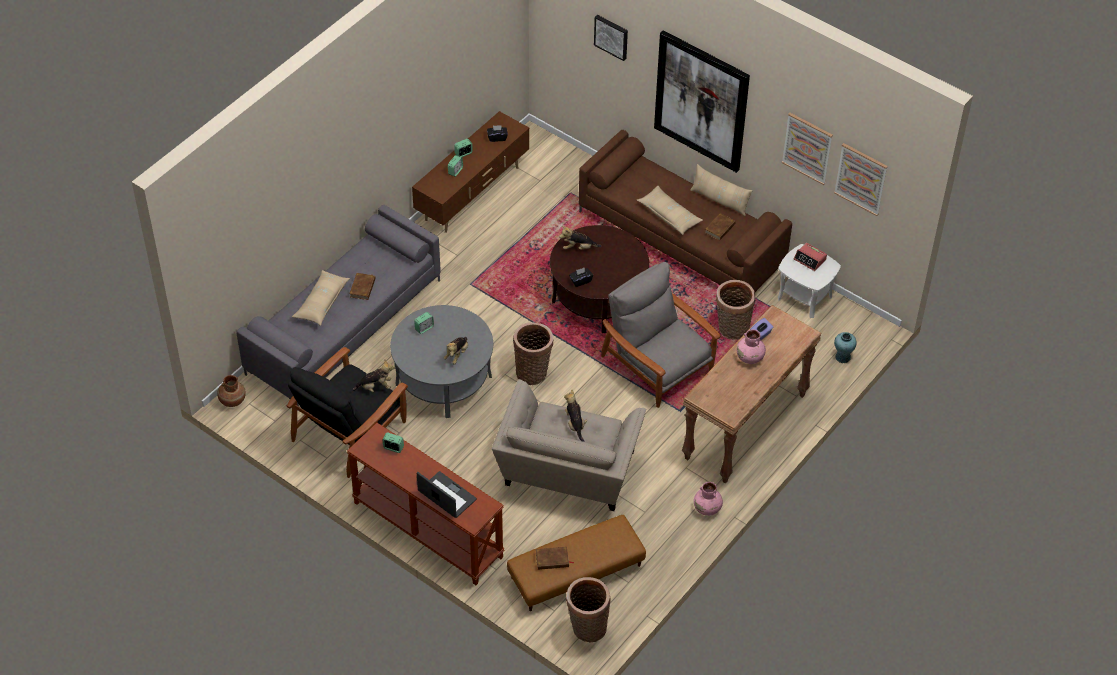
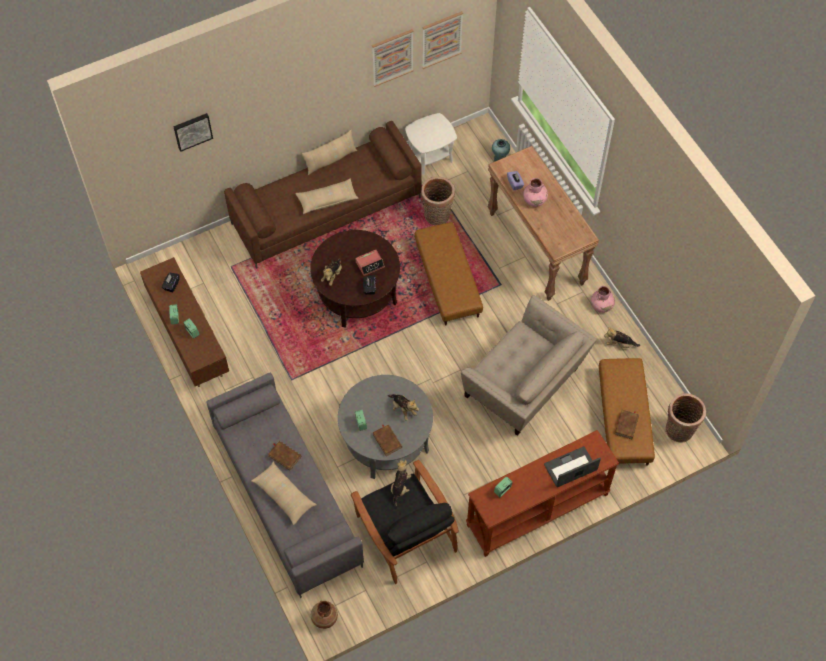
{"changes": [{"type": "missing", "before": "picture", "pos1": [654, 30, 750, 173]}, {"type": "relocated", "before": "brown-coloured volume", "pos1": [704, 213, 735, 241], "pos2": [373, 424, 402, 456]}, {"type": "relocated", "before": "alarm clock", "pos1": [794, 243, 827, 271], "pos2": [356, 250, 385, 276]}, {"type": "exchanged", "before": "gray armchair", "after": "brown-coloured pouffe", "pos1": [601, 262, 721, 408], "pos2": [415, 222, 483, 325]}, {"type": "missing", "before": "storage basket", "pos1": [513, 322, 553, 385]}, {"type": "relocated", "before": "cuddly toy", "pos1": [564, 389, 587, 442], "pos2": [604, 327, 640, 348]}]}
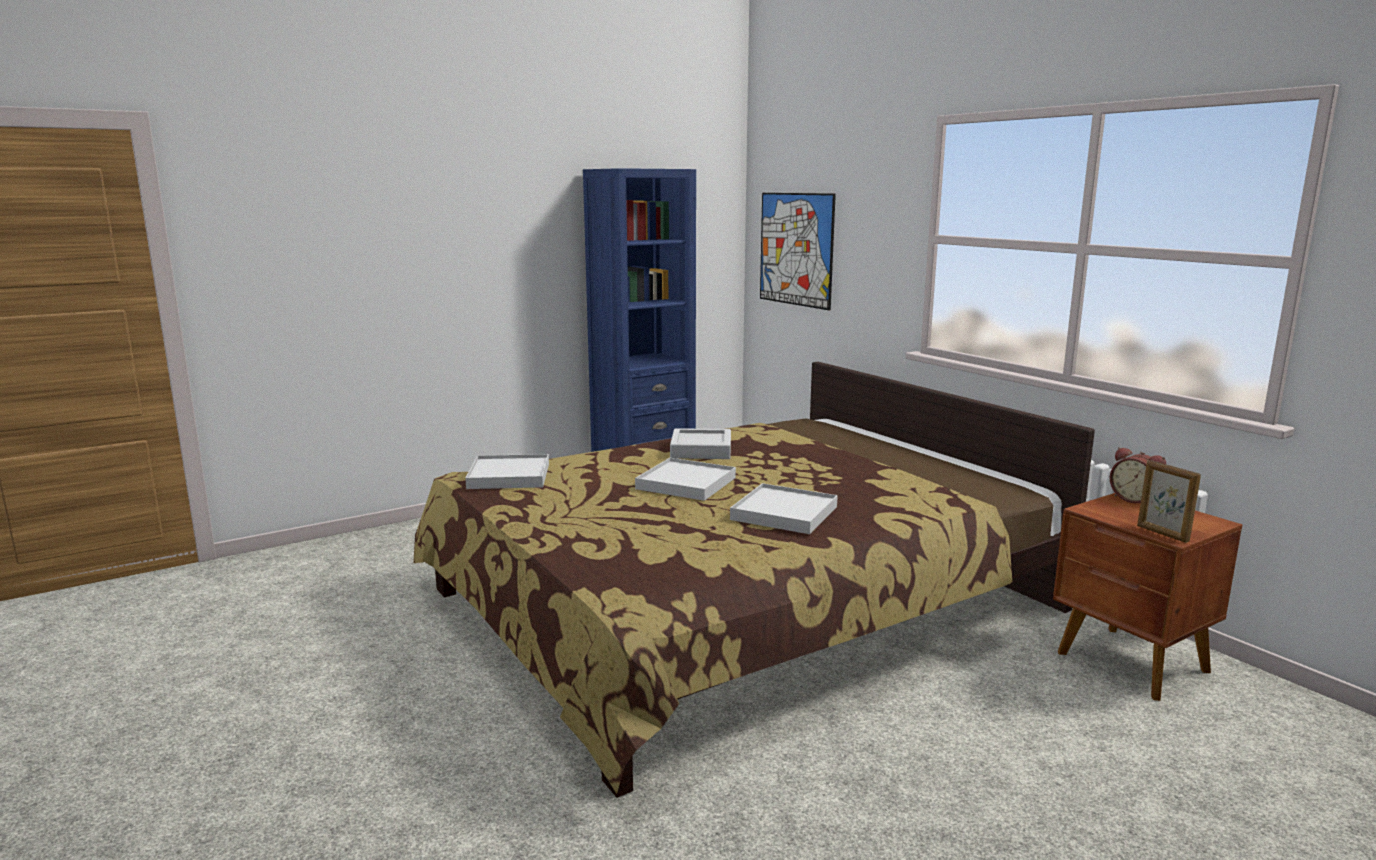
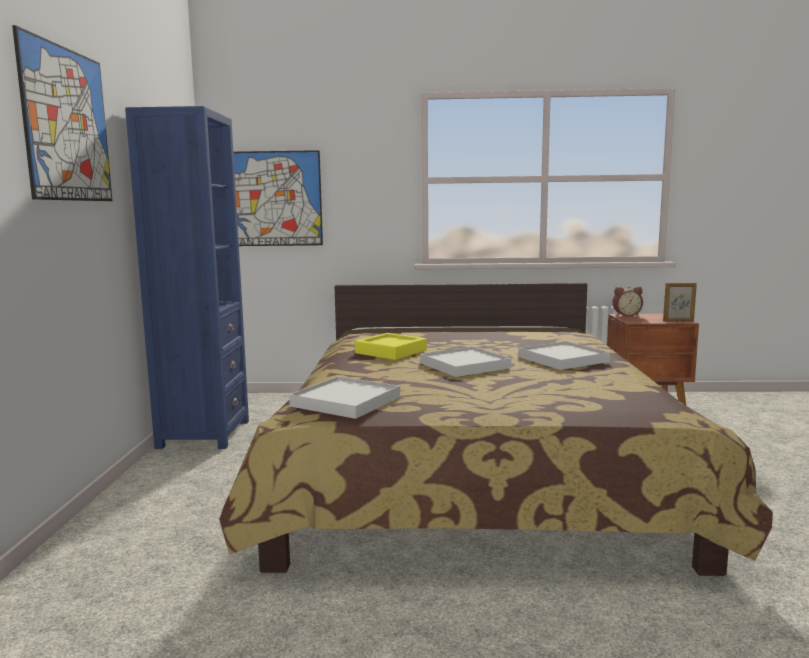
{"changes": [{"type": "colour", "before": "gray serving tray", "after": "yellow serving tray", "pos1": [670, 428, 731, 459], "pos2": [355, 333, 427, 360]}, {"type": "appeared", "after": "picture", "pos2": [12, 25, 112, 201]}]}
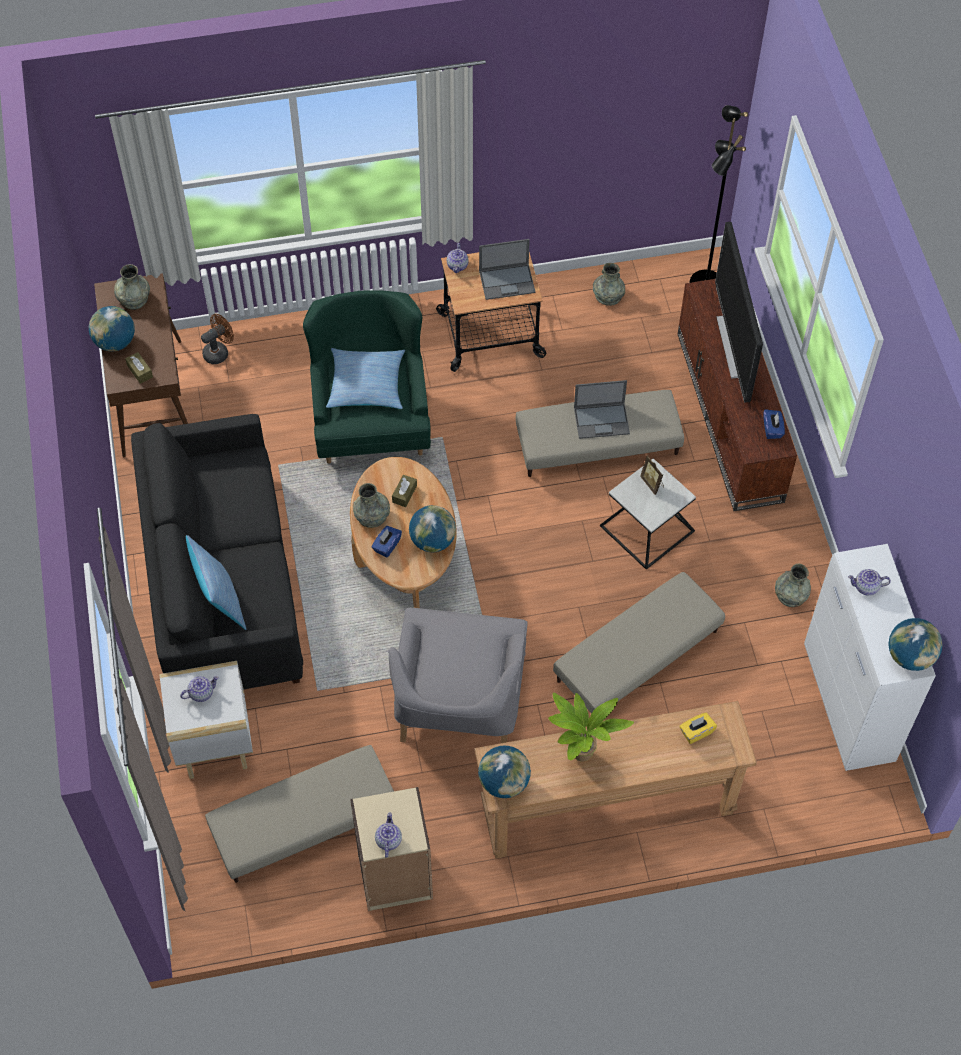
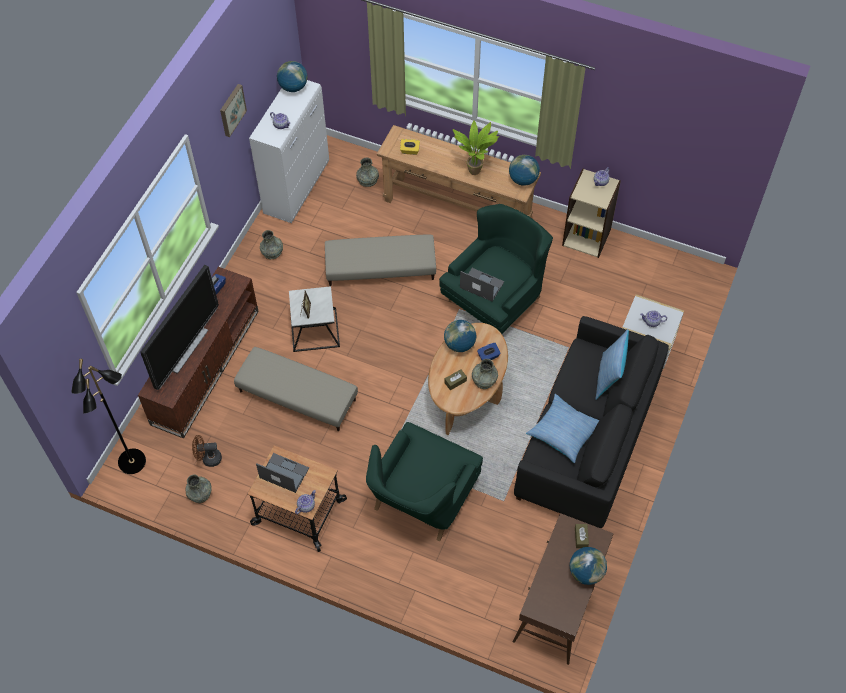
{"changes": [{"type": "relocated", "before": "gray flower vase", "pos1": [114, 264, 150, 310], "pos2": [356, 158, 379, 187]}, {"type": "relocated", "before": "brown-coloured fan", "pos1": [201, 314, 234, 364], "pos2": [192, 435, 222, 467]}, {"type": "relocated", "before": "cushion", "pos1": [326, 348, 405, 409], "pos2": [526, 394, 600, 463]}, {"type": "relocated", "before": "laptop", "pos1": [574, 380, 630, 439], "pos2": [460, 268, 504, 302]}, {"type": "colour", "before": "gray armchair", "after": "green-coloured armchair", "pos1": [388, 608, 528, 743], "pos2": [439, 204, 553, 334]}, {"type": "missing", "before": "beige-coloured pouffe", "pos1": [205, 745, 394, 883]}, {"type": "appeared", "after": "picture", "pos2": [220, 84, 247, 137]}]}
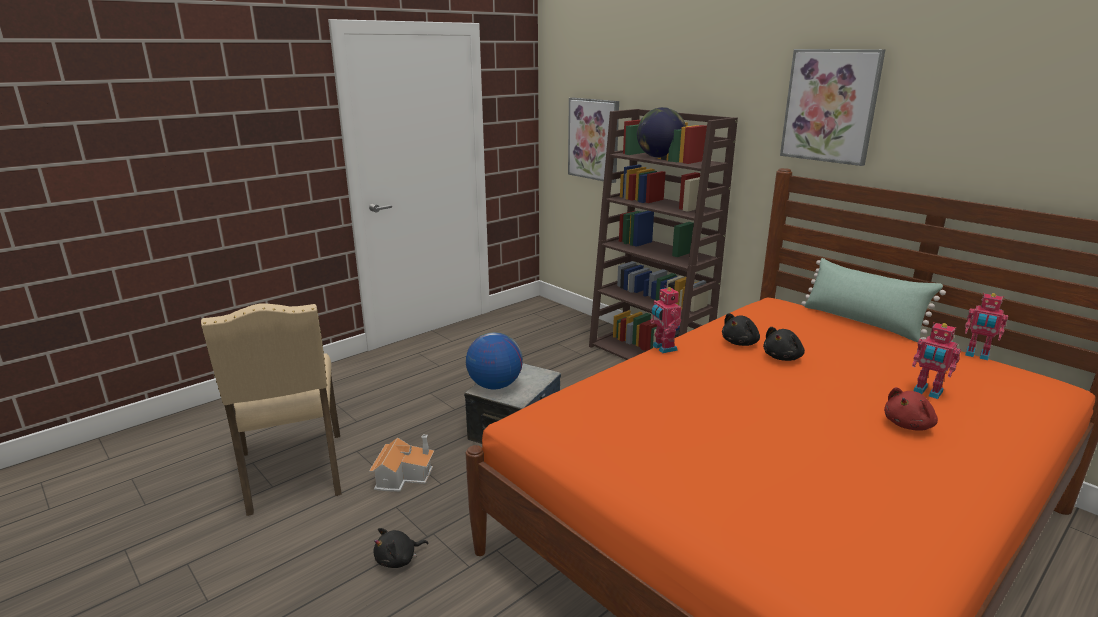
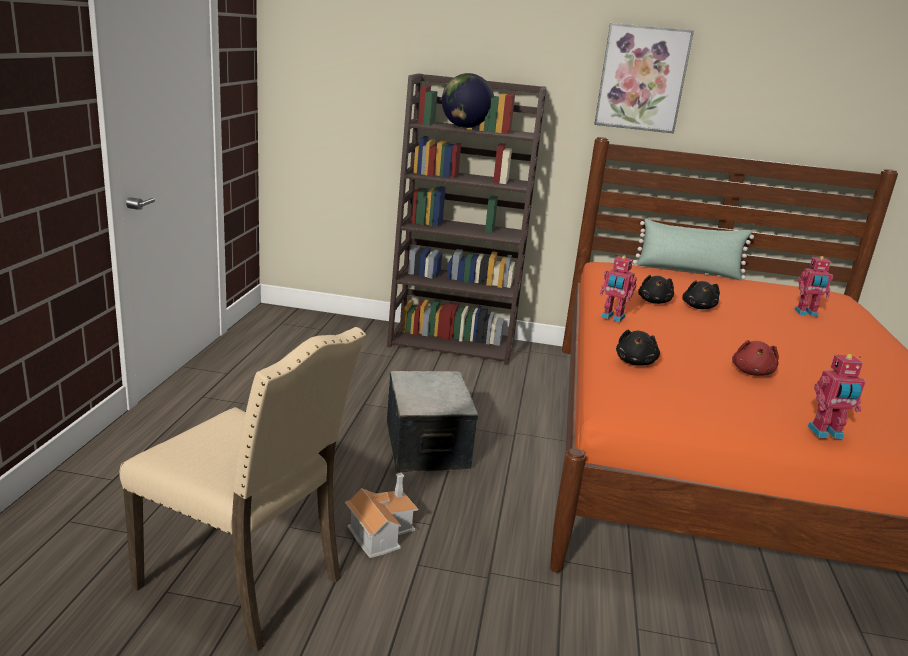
{"changes": [{"type": "missing", "before": "picture", "pos1": [568, 97, 619, 183]}, {"type": "relocated", "before": "robot figure", "pos1": [965, 293, 1008, 360], "pos2": [808, 354, 866, 439]}, {"type": "missing", "before": "world globe", "pos1": [466, 332, 523, 389]}, {"type": "relocated", "before": "red cuddly toy", "pos1": [884, 387, 938, 430], "pos2": [732, 340, 779, 376]}, {"type": "relocated", "before": "blackish cuddly toy", "pos1": [374, 528, 428, 568], "pos2": [616, 330, 660, 366]}]}
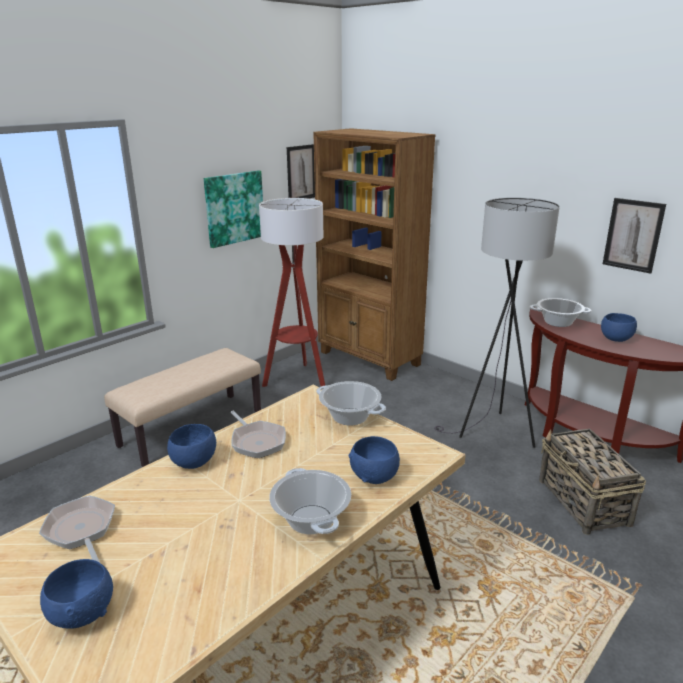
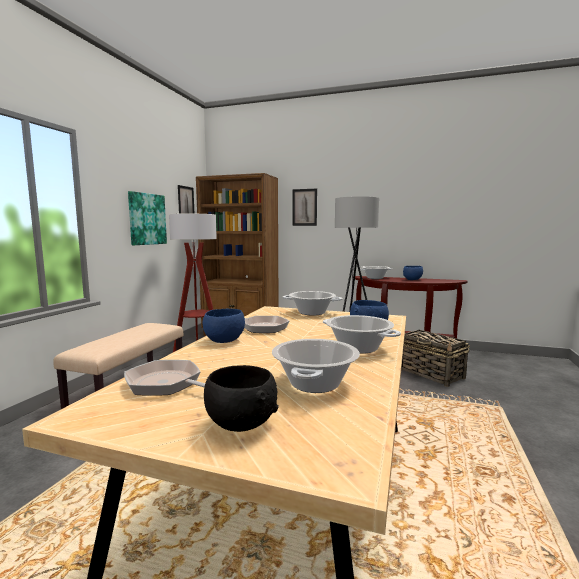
{"changes": [{"type": "relocated", "before": "picture", "pos1": [603, 198, 666, 274], "pos2": [292, 189, 317, 226]}, {"type": "colour", "before": "blue serving bowl", "after": "blackish serving bowl", "pos1": [40, 559, 113, 629], "pos2": [204, 365, 279, 432]}, {"type": "appeared", "after": "cooking pot", "pos2": [272, 339, 360, 393]}]}
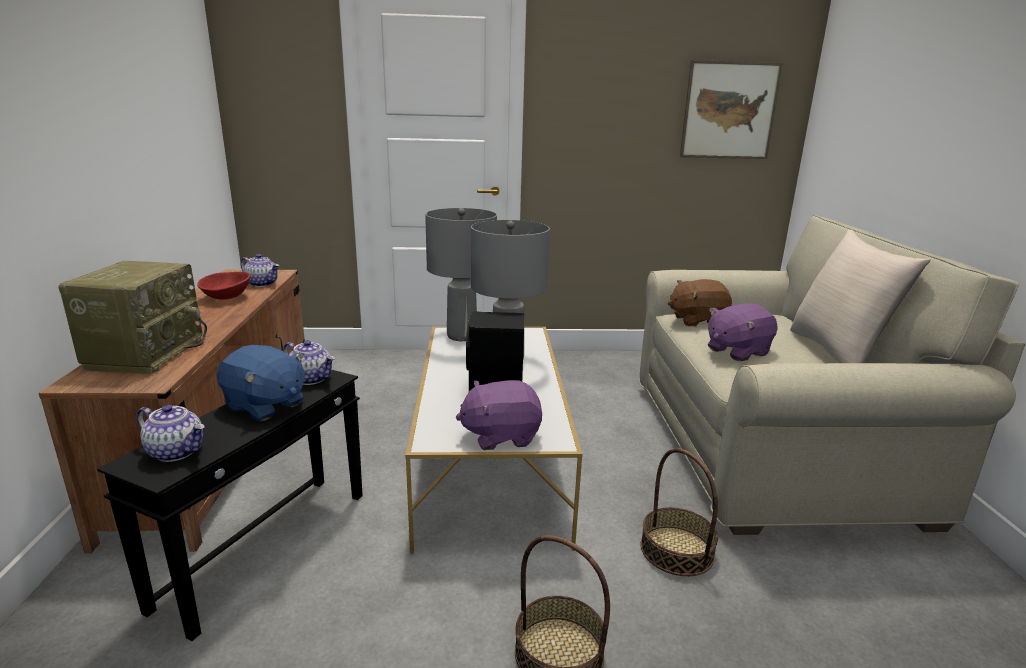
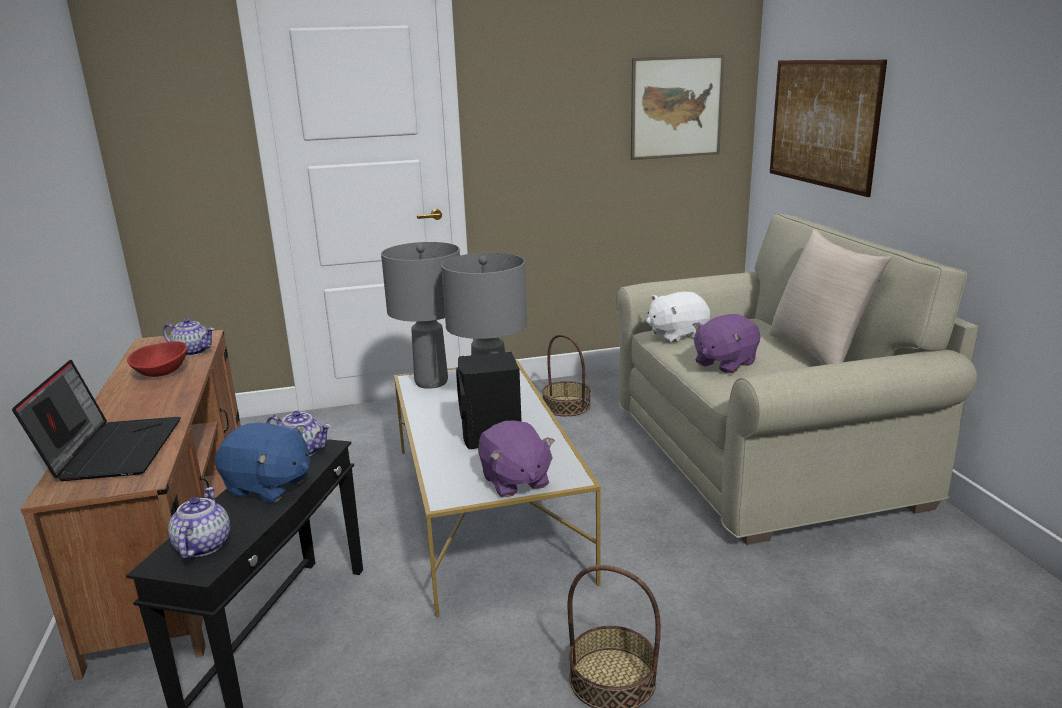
{"changes": [{"type": "exchanged", "before": "radio", "after": "laptop", "pos1": [58, 261, 207, 374], "pos2": [12, 360, 181, 481]}, {"type": "colour", "before": "brown-coloured cuddly toy", "after": "white-coloured cuddly toy", "pos1": [668, 279, 732, 326], "pos2": [646, 292, 710, 343]}, {"type": "spun", "before": "purple cuddly toy", "pos1": [456, 380, 542, 450], "pos2": [478, 420, 555, 497], "turn": -90}, {"type": "spun", "before": "tea pot", "pos1": [137, 405, 204, 462], "pos2": [168, 487, 230, 559], "turn": -105}, {"type": "relocated", "before": "storage basket", "pos1": [640, 448, 718, 576], "pos2": [542, 334, 591, 416]}, {"type": "appeared", "after": "picture", "pos2": [770, 60, 887, 197]}]}
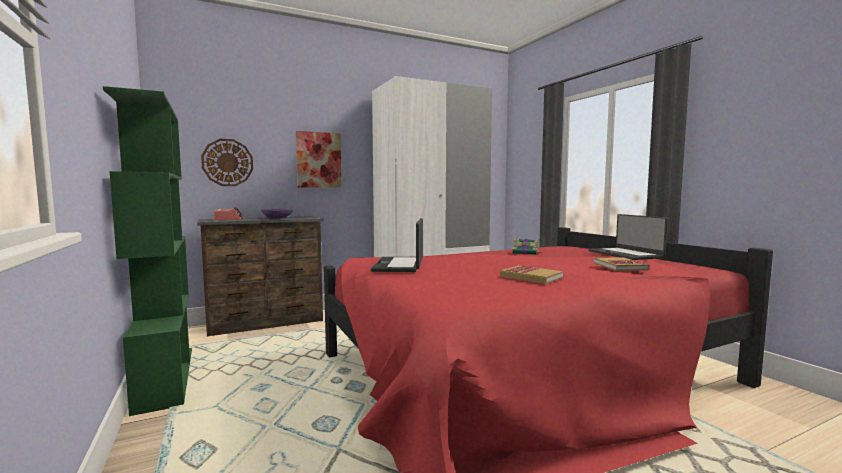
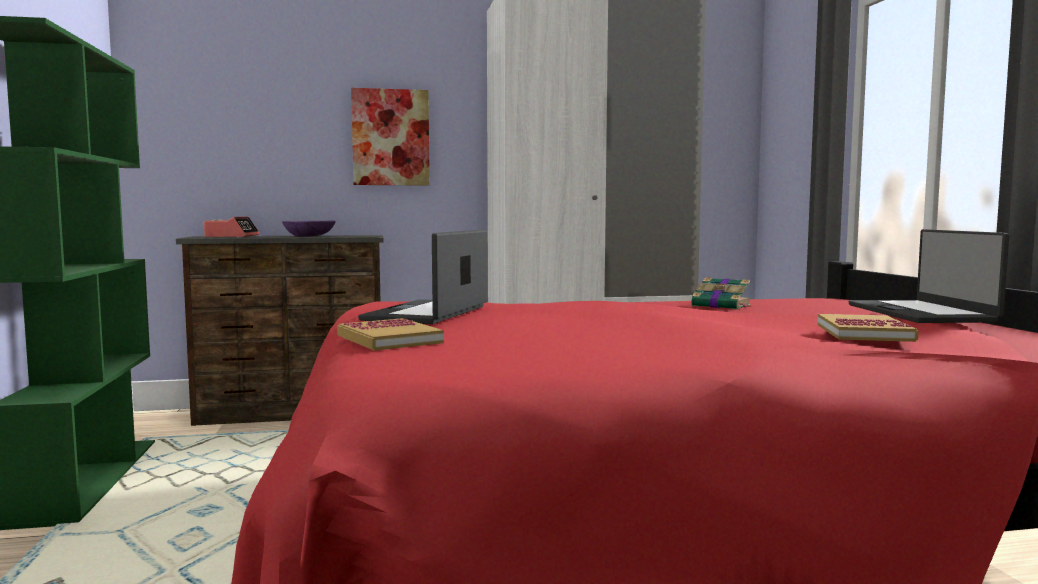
{"changes": [{"type": "missing", "before": "clock on the wall", "pos1": [201, 139, 253, 186]}, {"type": "relocated", "before": "volume", "pos1": [500, 265, 563, 284], "pos2": [337, 318, 444, 351]}]}
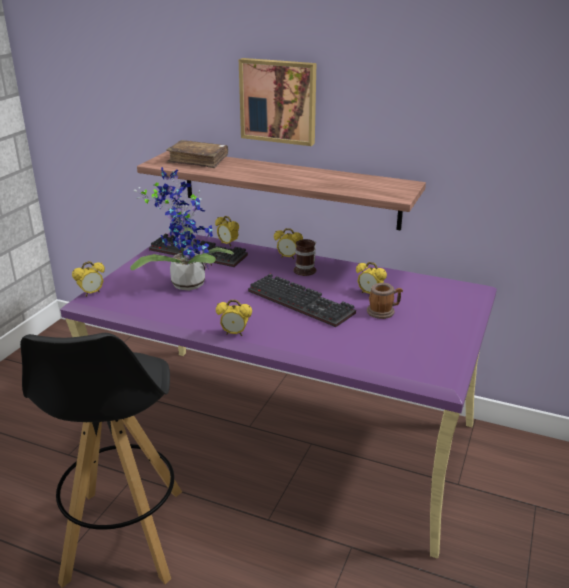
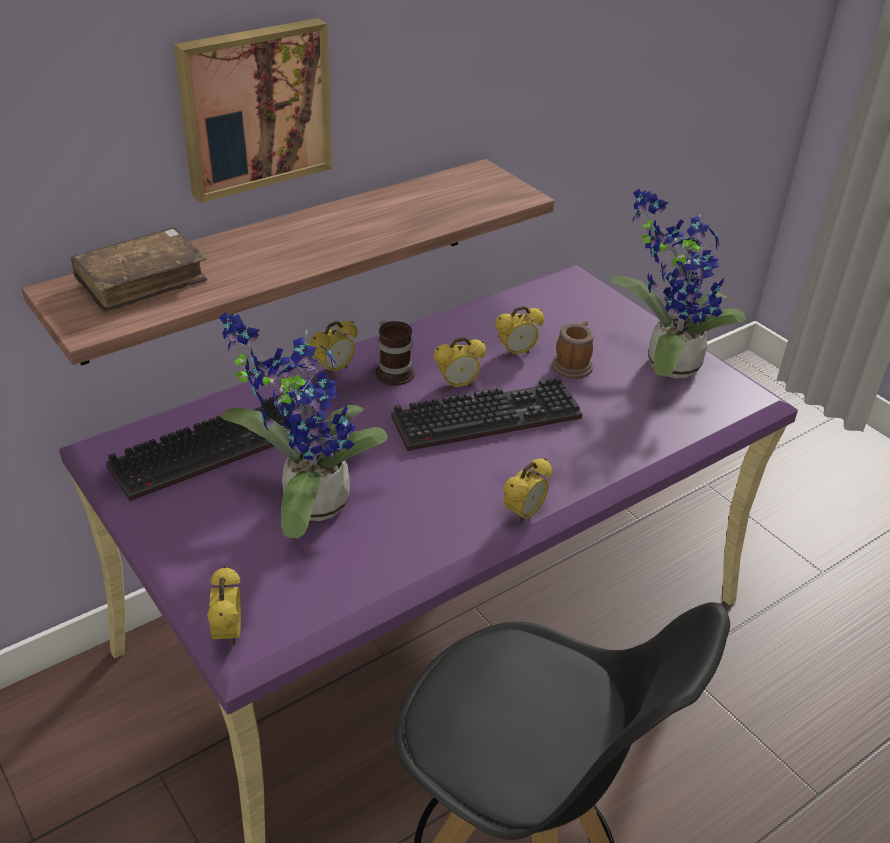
{"changes": [{"type": "relocated", "before": "alarm clock", "pos1": [215, 216, 239, 247], "pos2": [433, 337, 486, 390]}, {"type": "appeared", "after": "houseplant", "pos2": [610, 189, 746, 378]}]}
